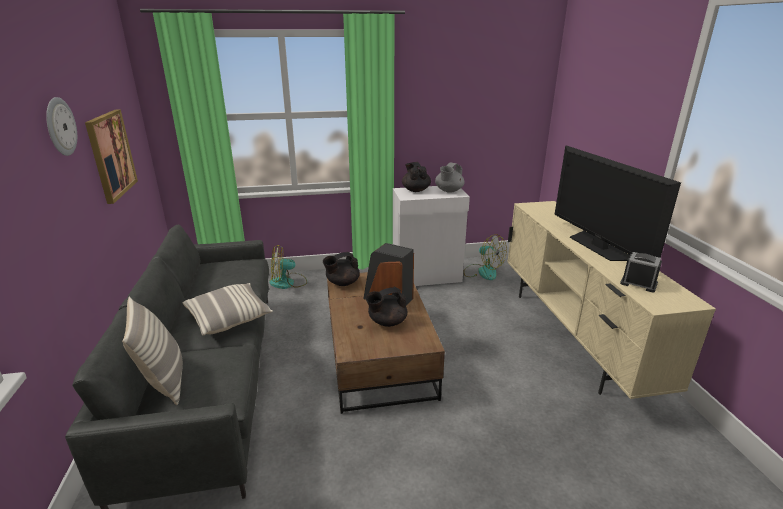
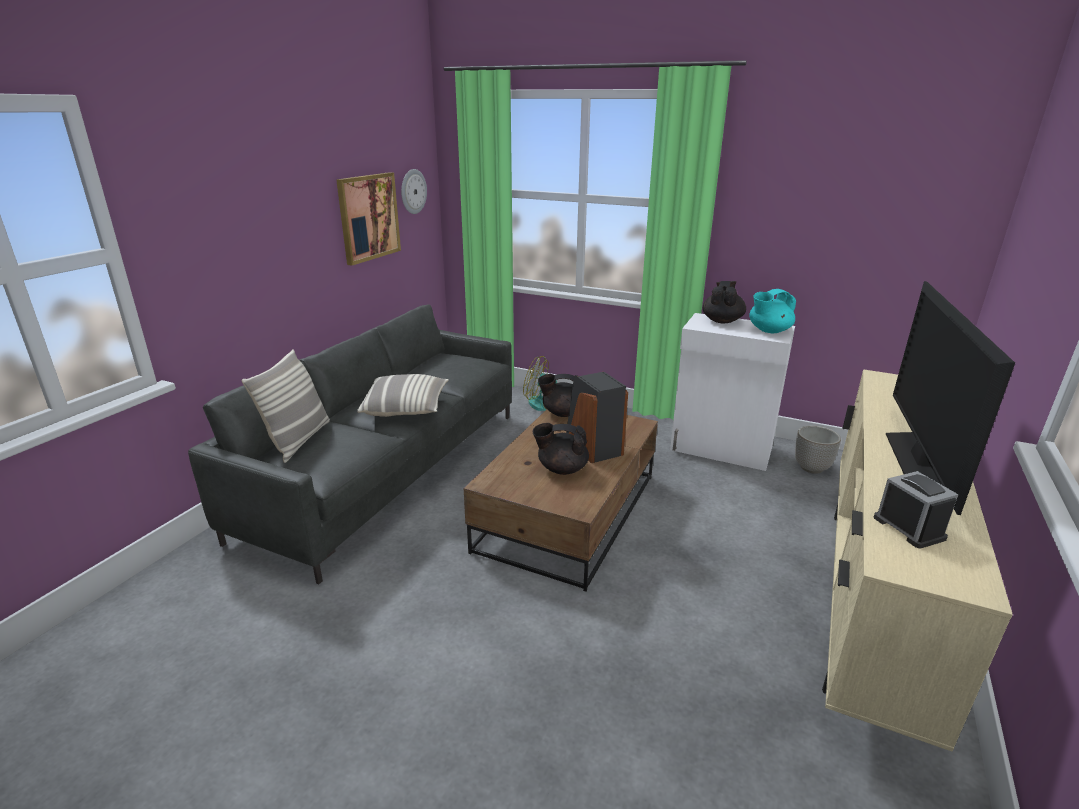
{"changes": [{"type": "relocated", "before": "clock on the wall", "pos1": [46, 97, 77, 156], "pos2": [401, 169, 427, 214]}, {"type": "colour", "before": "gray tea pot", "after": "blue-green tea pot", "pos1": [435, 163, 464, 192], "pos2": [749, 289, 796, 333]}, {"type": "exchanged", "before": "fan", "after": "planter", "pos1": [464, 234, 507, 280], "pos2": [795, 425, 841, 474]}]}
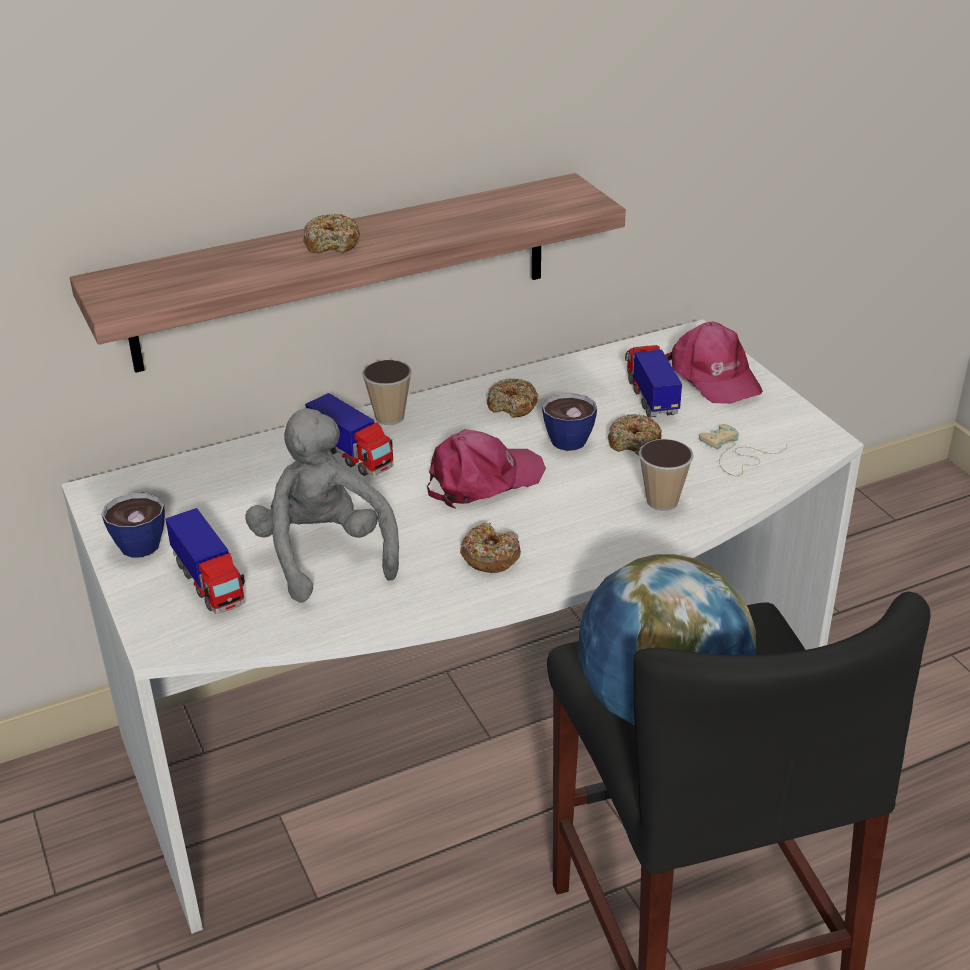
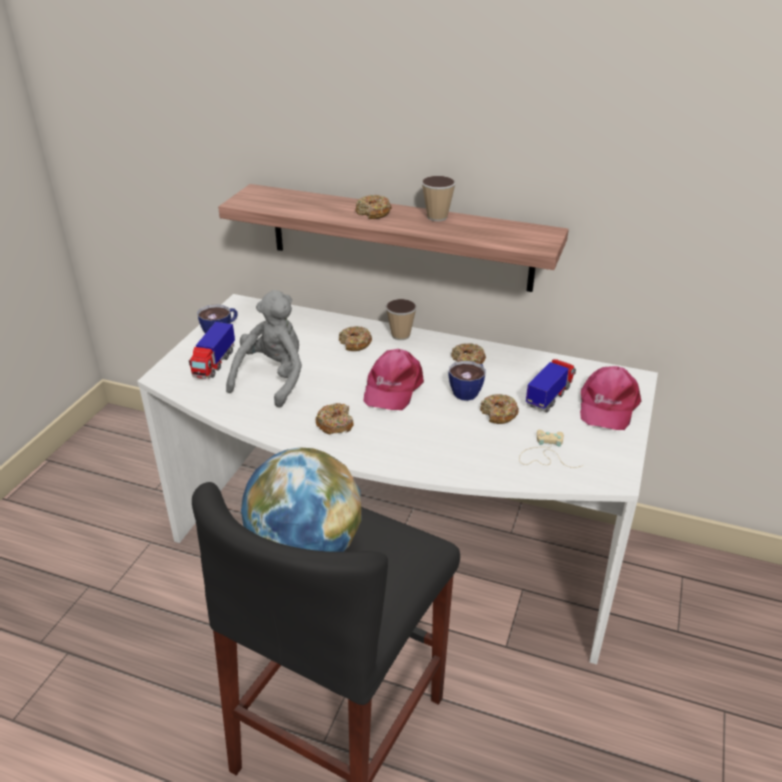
{"changes": [{"type": "exchanged", "before": "model truck", "after": "donut", "pos1": [305, 393, 394, 476], "pos2": [339, 326, 372, 351]}, {"type": "spun", "before": "pink-coloured cap", "pos1": [427, 429, 546, 509], "pos2": [363, 349, 424, 410], "turn": 90}, {"type": "relocated", "before": "drinking cup", "pos1": [639, 439, 694, 511], "pos2": [421, 176, 456, 221]}]}
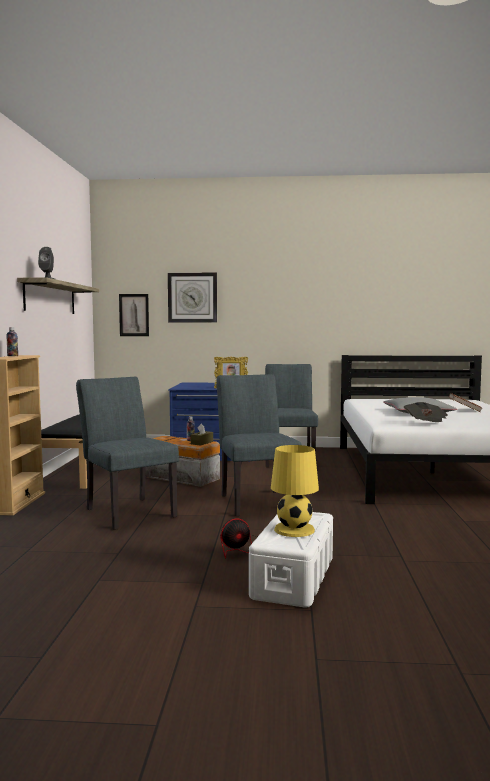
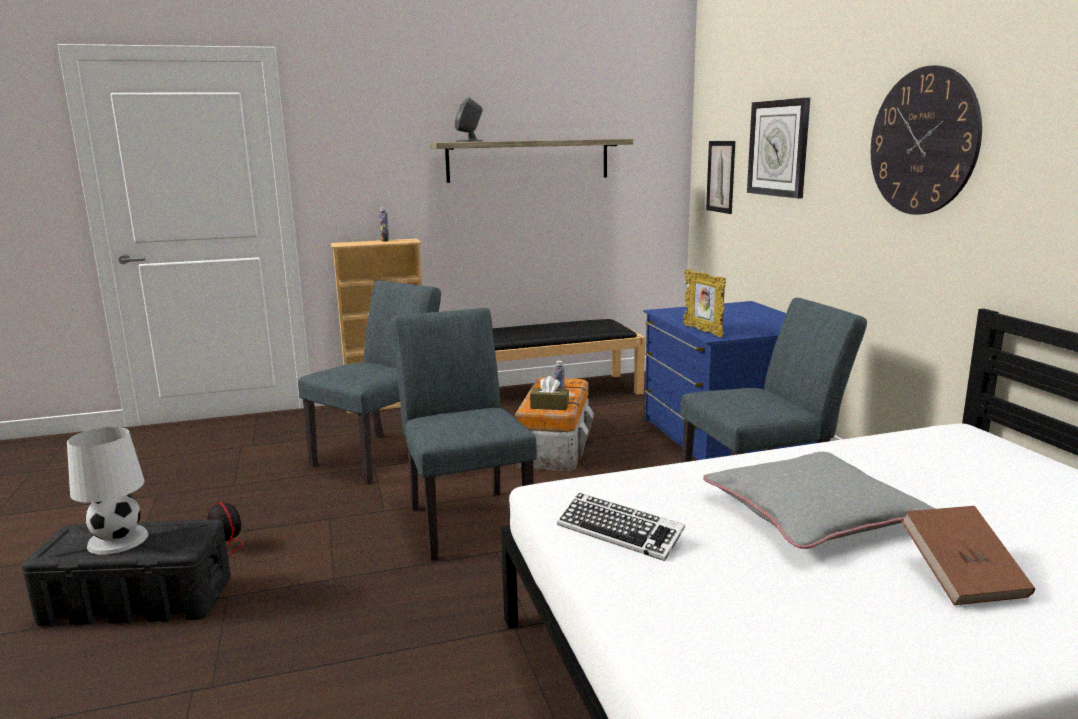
{"changes": [{"type": "spun", "before": "gray plain chair", "pos1": [216, 374, 301, 516], "pos2": [392, 308, 537, 561], "turn": -75}, {"type": "exchanged", "before": "printed paper", "after": "keyboard", "pos1": [404, 402, 448, 422], "pos2": [557, 493, 685, 561]}, {"type": "colour", "before": "yellow table lamp", "after": "white-coloured table lamp", "pos1": [271, 445, 319, 537], "pos2": [67, 427, 148, 555]}, {"type": "colour", "before": "white-coloured storage box", "after": "blackish storage box", "pos1": [249, 512, 333, 608], "pos2": [22, 519, 231, 626]}, {"type": "appeared", "after": "clock on the wall", "pos2": [871, 66, 982, 215]}]}
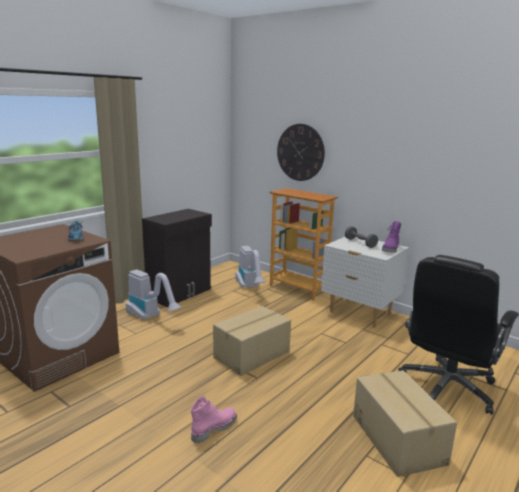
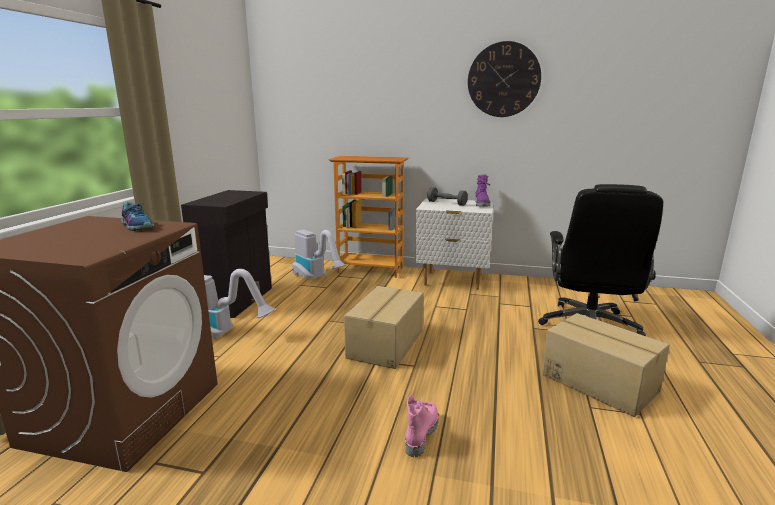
{"changes": [{"type": "relocated", "before": "clock on the wall", "pos1": [277, 124, 325, 181], "pos2": [468, 41, 541, 117]}]}
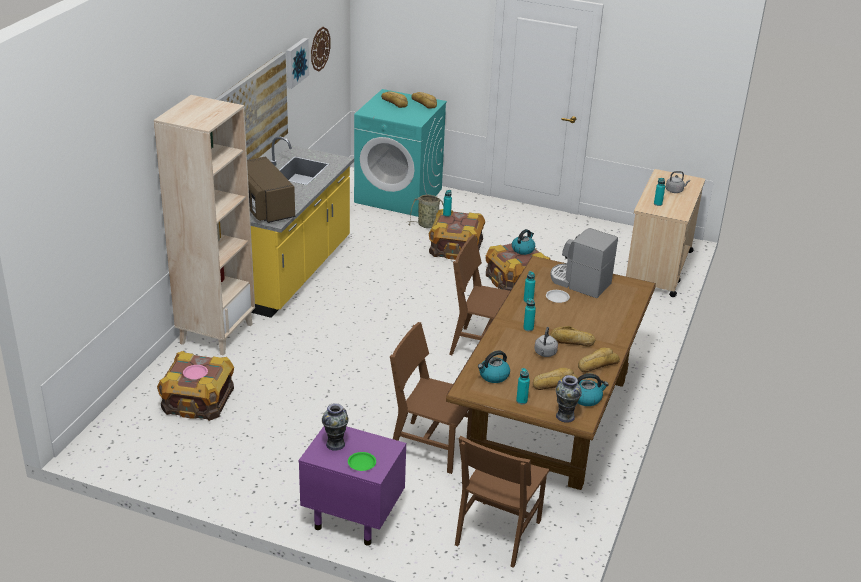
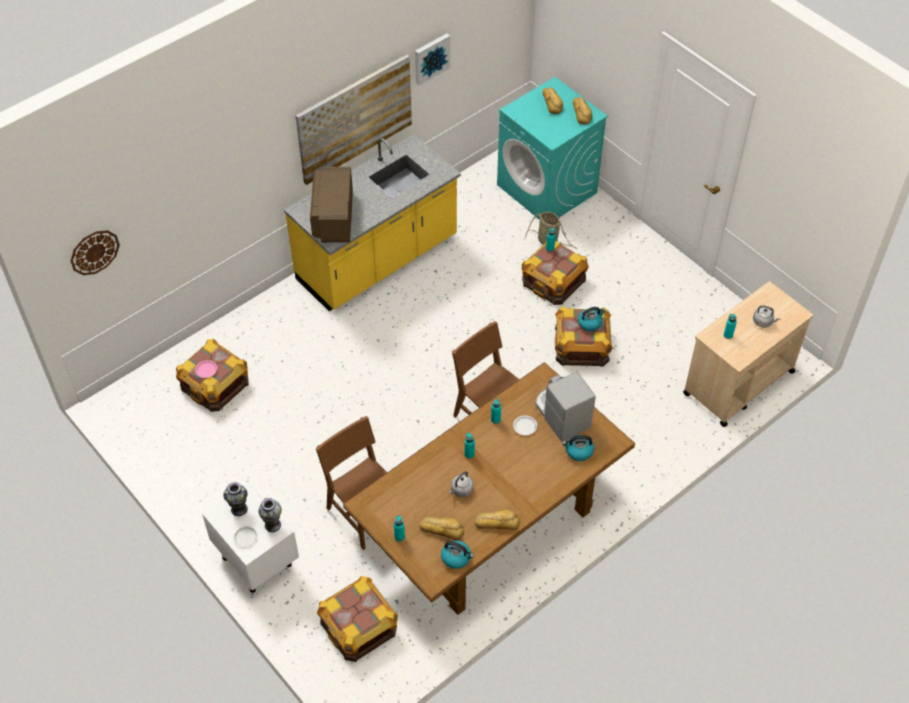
{"changes": [{"type": "relocated", "before": "clock on the wall", "pos1": [311, 27, 330, 71], "pos2": [71, 230, 120, 275]}, {"type": "missing", "before": "beige-coloured bookshelf", "pos1": [154, 95, 255, 356]}, {"type": "missing", "before": "bakery bread", "pos1": [550, 326, 595, 346]}, {"type": "relocated", "before": "kettle", "pos1": [478, 350, 510, 383], "pos2": [562, 435, 594, 461]}, {"type": "relocated", "before": "flower vase", "pos1": [556, 375, 582, 423], "pos2": [259, 498, 282, 532]}, {"type": "colour", "before": "purple bedside table", "after": "white-coloured bedside table", "pos1": [299, 426, 406, 546], "pos2": [202, 482, 299, 593]}, {"type": "exchanged", "before": "brown-coloured plain chair", "after": "packing crate", "pos1": [455, 436, 550, 568], "pos2": [317, 576, 398, 662]}, {"type": "colour", "before": "green-coloured plate", "after": "white-coloured plate", "pos1": [348, 452, 376, 471], "pos2": [233, 526, 258, 548]}]}
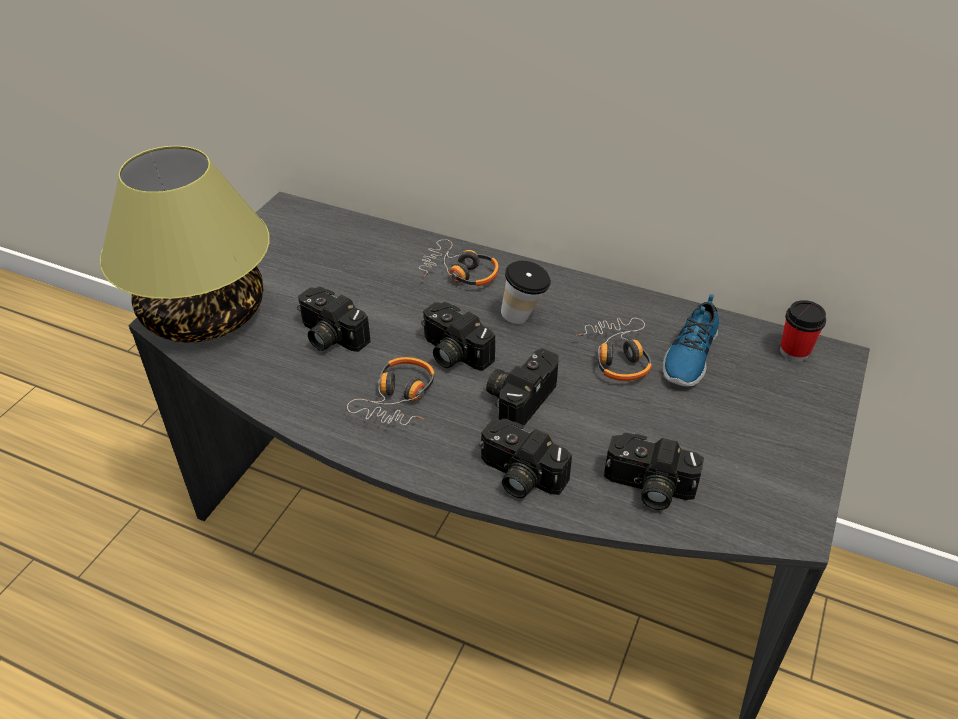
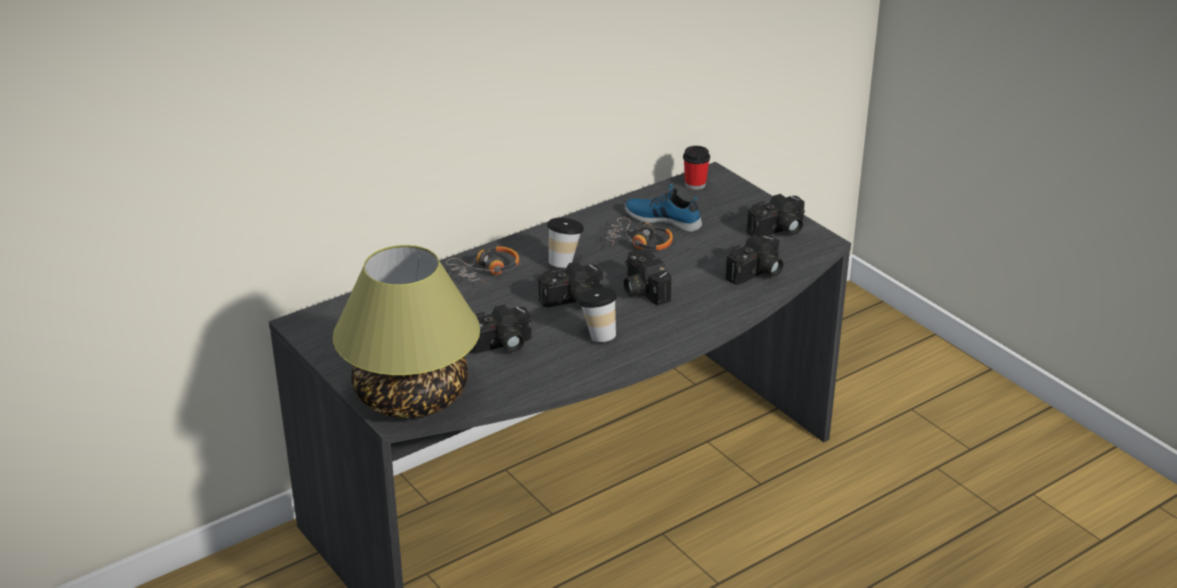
{"changes": [{"type": "spun", "before": "item of footwear", "pos1": [663, 294, 719, 387], "pos2": [625, 184, 702, 232], "turn": 150}, {"type": "exchanged", "before": "headset", "after": "drinking cup", "pos1": [347, 357, 435, 425], "pos2": [577, 288, 617, 342]}, {"type": "relocated", "before": "photo camera", "pos1": [479, 419, 572, 498], "pos2": [747, 194, 805, 238]}]}
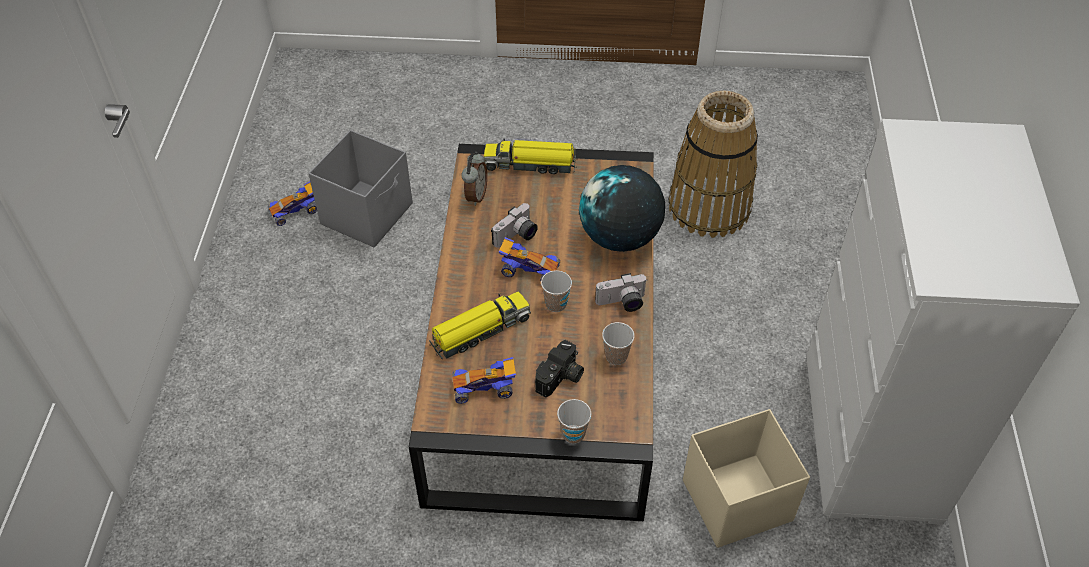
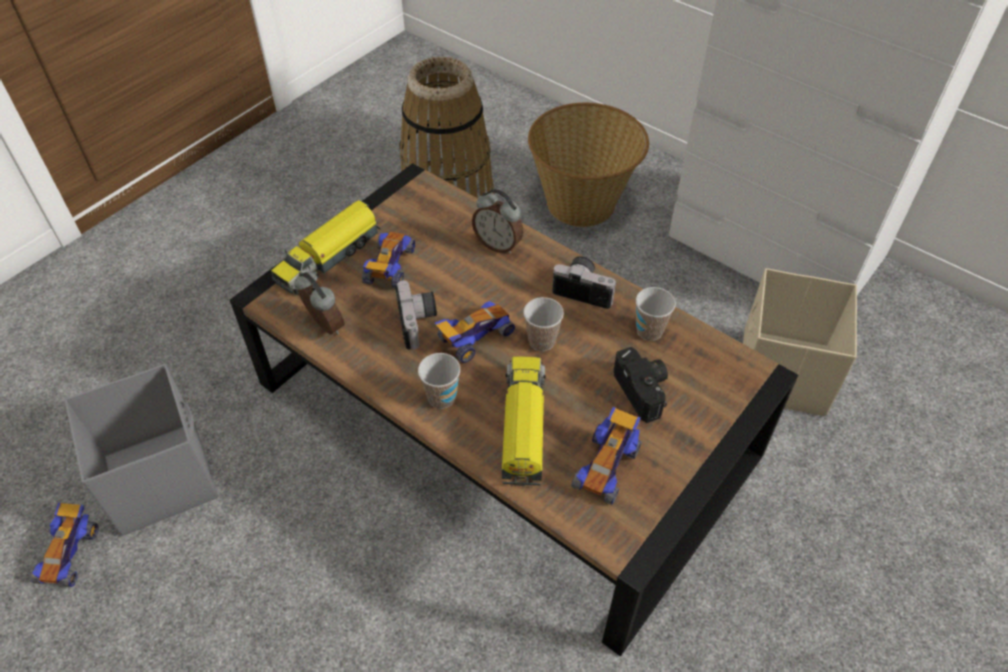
{"changes": [{"type": "exchanged", "before": "world globe", "after": "alarm clock", "pos1": [579, 165, 665, 252], "pos2": [472, 189, 523, 254]}, {"type": "spun", "before": "photo camera", "pos1": [595, 273, 647, 312], "pos2": [552, 256, 617, 309], "turn": -90}, {"type": "relocated", "before": "drinking cup", "pos1": [557, 399, 591, 444], "pos2": [418, 353, 460, 409]}, {"type": "appeared", "after": "storage basket", "pos2": [528, 103, 649, 227]}, {"type": "appeared", "after": "miniature car", "pos2": [362, 232, 415, 288]}]}
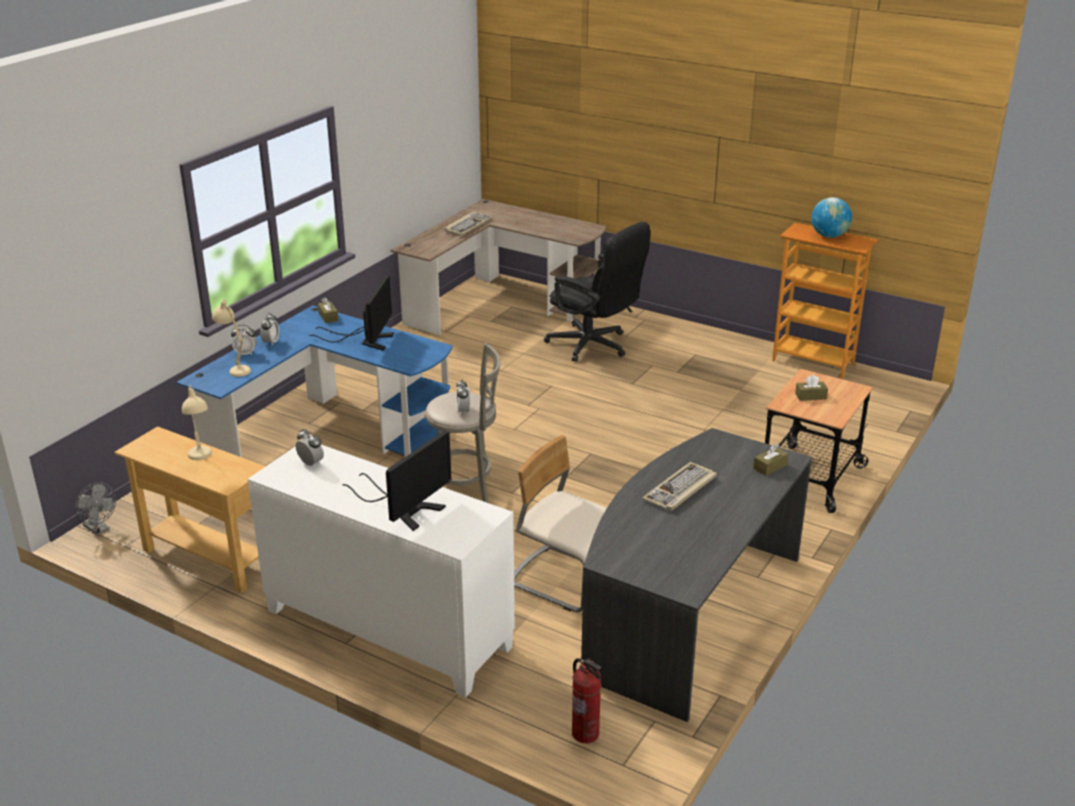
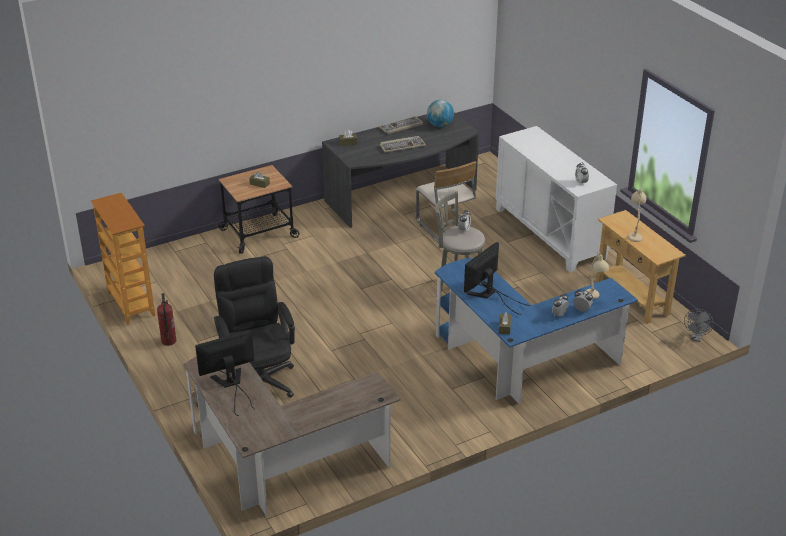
{"changes": [{"type": "relocated", "before": "world globe", "pos1": [811, 197, 852, 238], "pos2": [427, 100, 454, 127]}, {"type": "relocated", "before": "keyboard", "pos1": [444, 212, 493, 235], "pos2": [379, 116, 423, 135]}, {"type": "relocated", "before": "monitor", "pos1": [342, 430, 451, 531], "pos2": [195, 330, 255, 416]}, {"type": "spun", "before": "gray fan", "pos1": [76, 482, 116, 535], "pos2": [684, 309, 714, 342], "turn": -135}, {"type": "relocated", "before": "extinguisher", "pos1": [572, 658, 601, 743], "pos2": [157, 293, 176, 346]}]}
